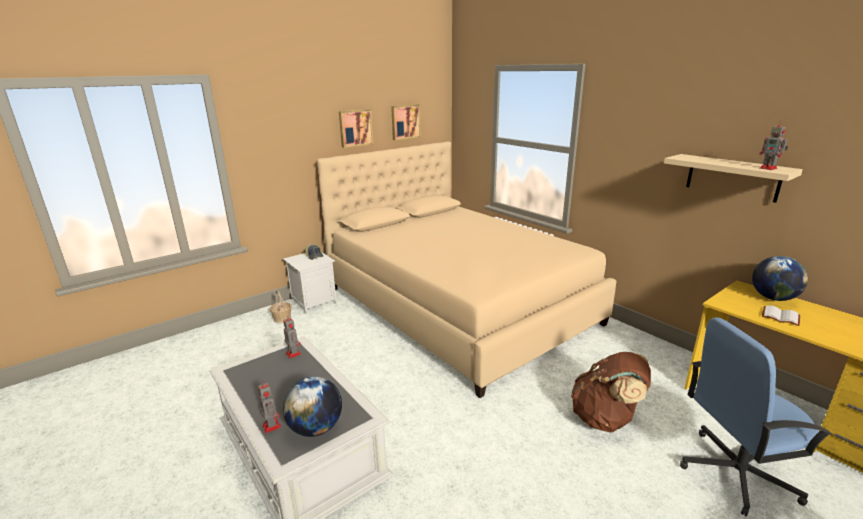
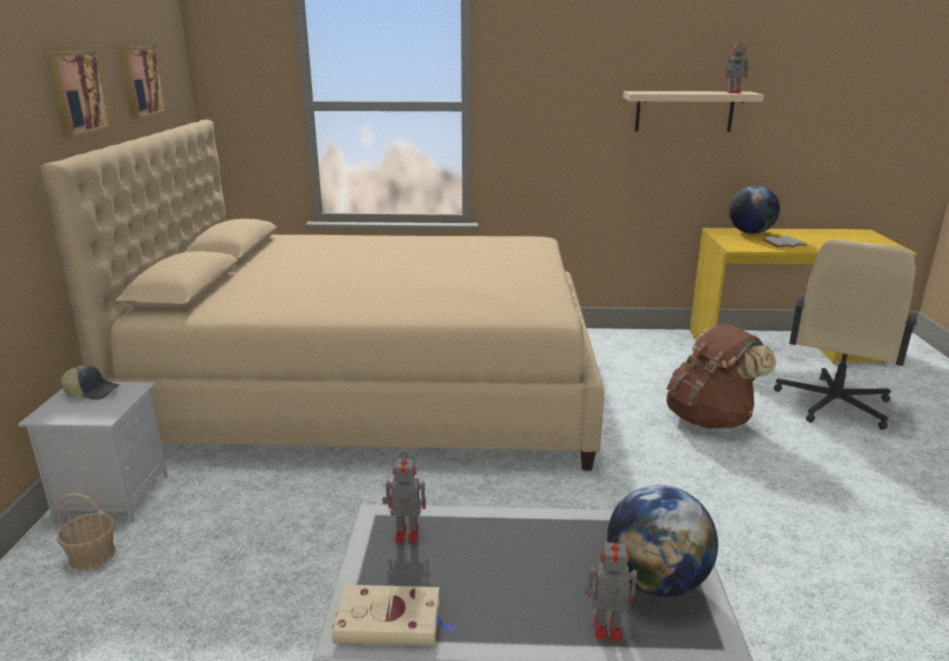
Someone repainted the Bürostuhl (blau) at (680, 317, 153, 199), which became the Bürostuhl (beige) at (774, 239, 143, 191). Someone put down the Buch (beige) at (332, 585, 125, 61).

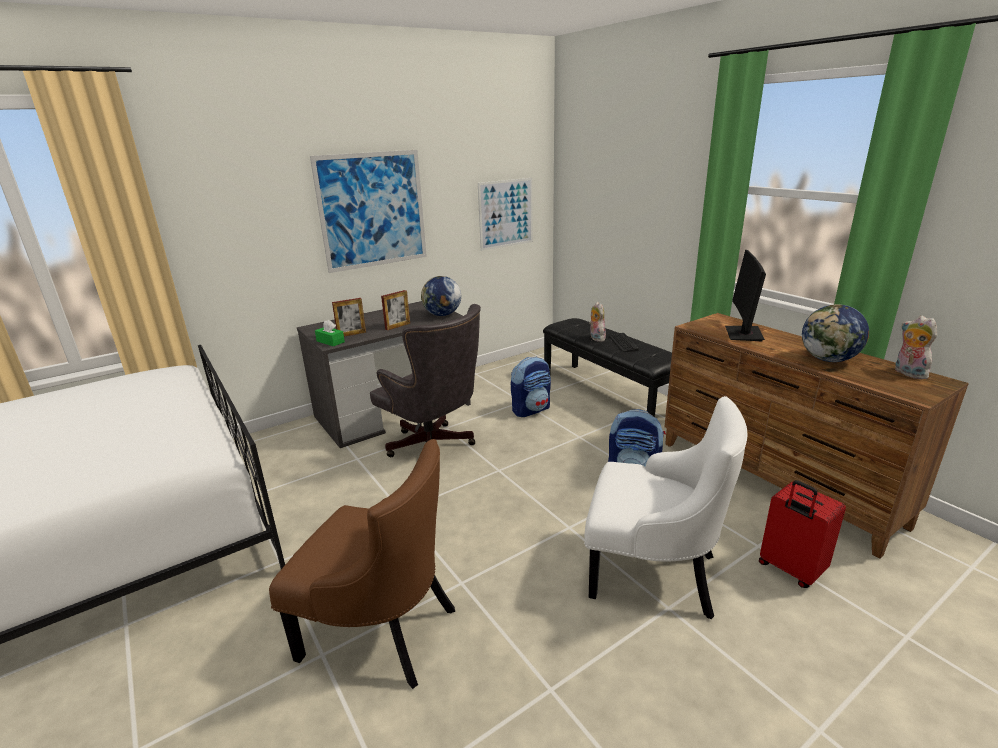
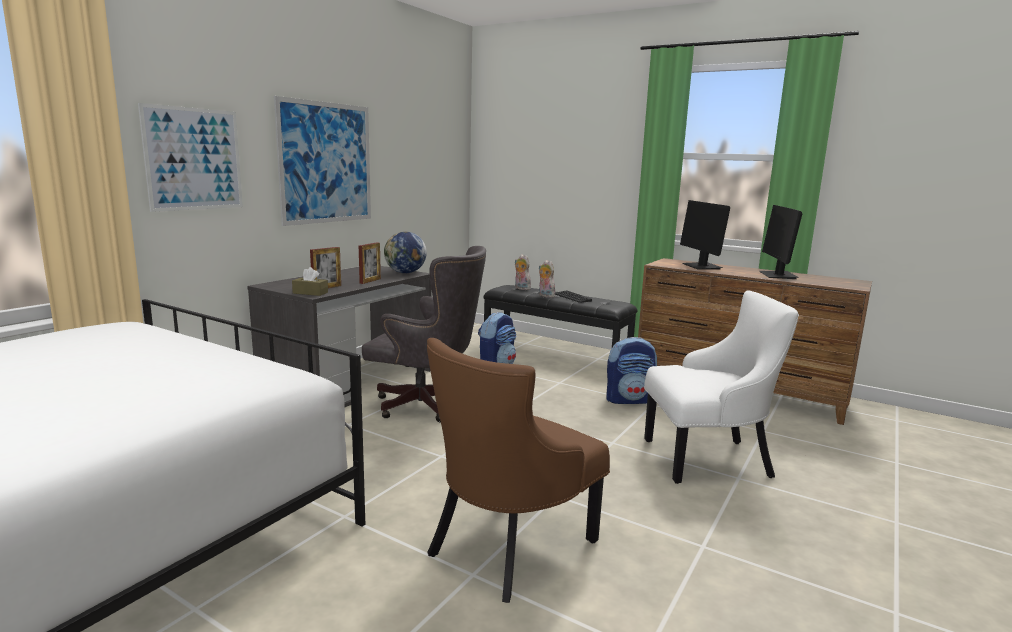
Someone carried the Bild from (478, 178, 55, 73) to (138, 103, 105, 109). Someone swapped the Globus at (802, 304, 67, 58) for the Monitor at (759, 205, 44, 74). Someone carried the Plüschtier from (895, 316, 42, 63) to (515, 254, 16, 36). Someone repainted the Taschentuchbox (grün) at (315, 320, 30, 26), which became the Taschentuchbox (braun) at (292, 267, 36, 29). Someone rotated the Stuhl (braun) at (269, 439, 186, 250) by 135 degrees clockwise. Someone took away the Koffer (rot) at (759, 480, 87, 108).

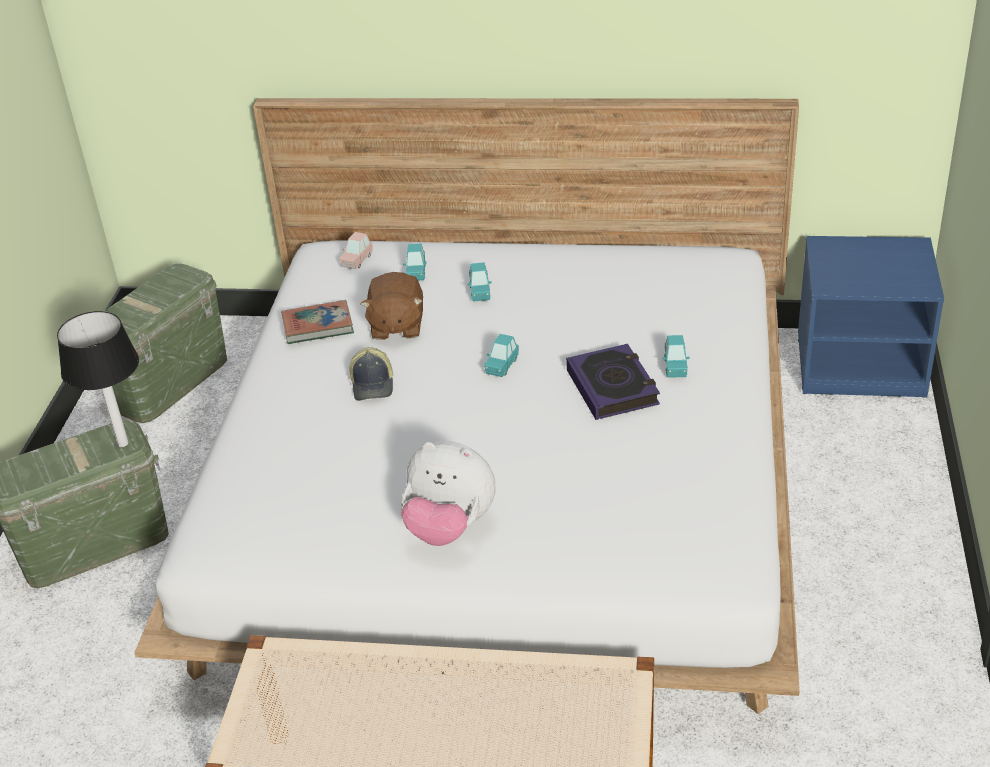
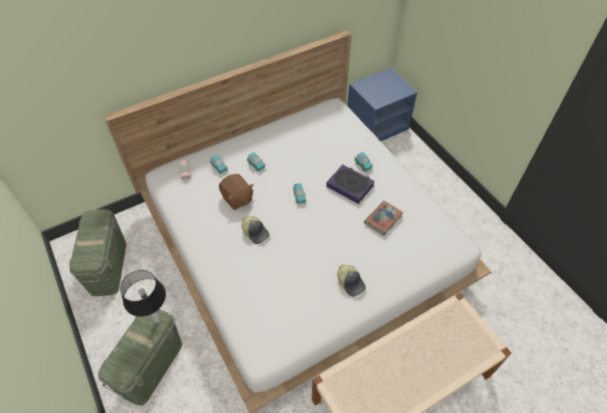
Someone carried the Buch from (281, 300, 73, 44) to (364, 201, 39, 35). Someone swapped the Plüschtier at (401, 441, 94, 105) for the Kappe at (337, 265, 29, 32).

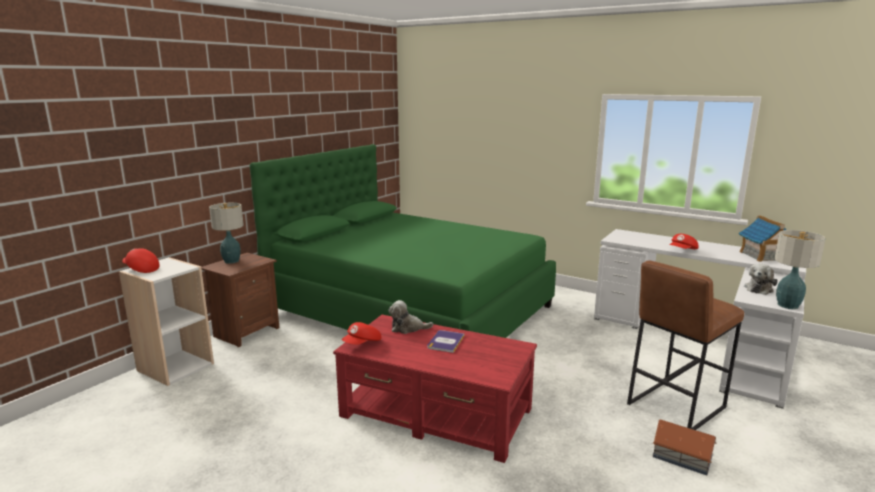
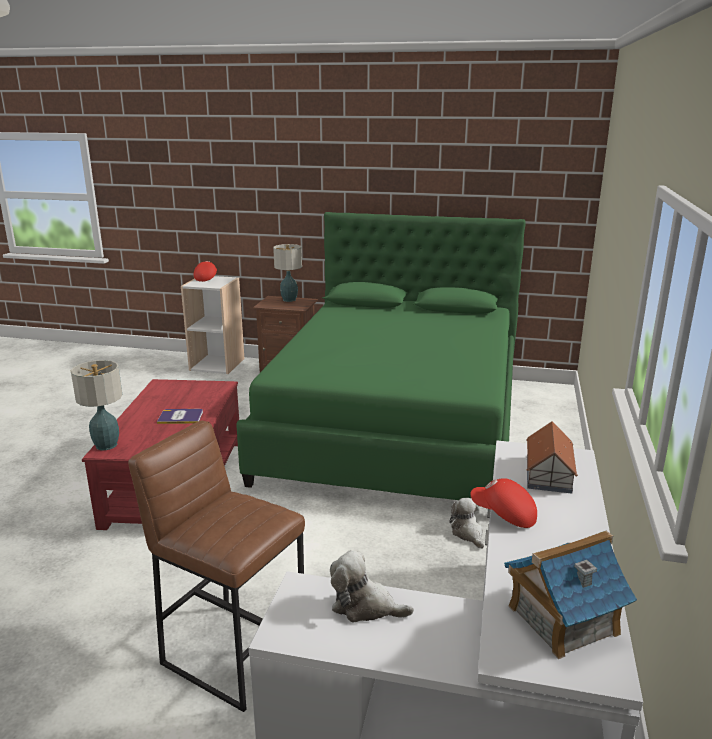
Someone carried the Tischlampe from (774, 230, 52, 79) to (71, 360, 51, 90). Someone carried the Plüschtier from (389, 300, 44, 34) to (449, 498, 35, 51). Someone took away the Kappe (rot) at (341, 322, 41, 23). Someone carried the Spielzeughaus from (653, 420, 63, 56) to (526, 421, 52, 73).

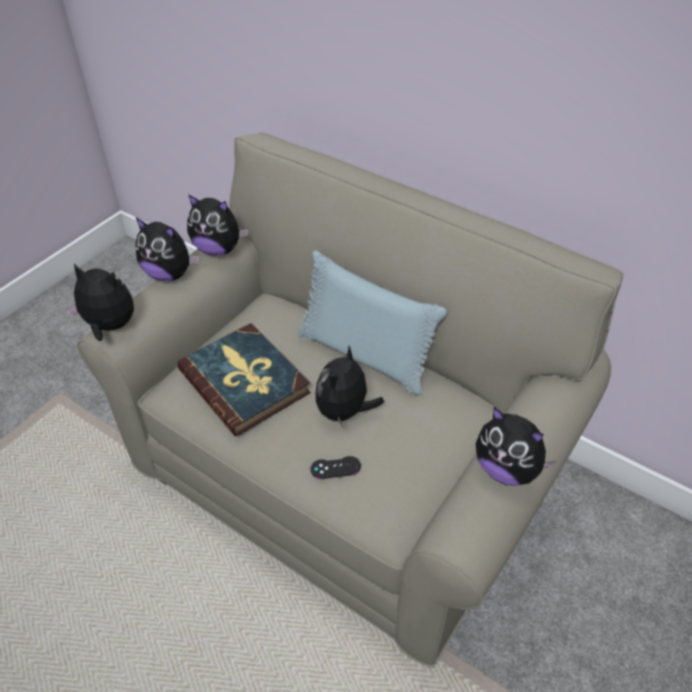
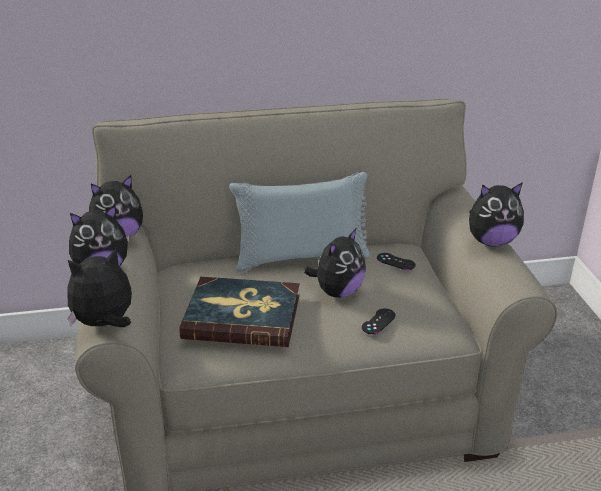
Someone rotated the Plüschtier at (315, 346, 69, 82) by 120 degrees counterclockwise. Someone put down the Gamepad (schwarz) at (377, 253, 39, 17).

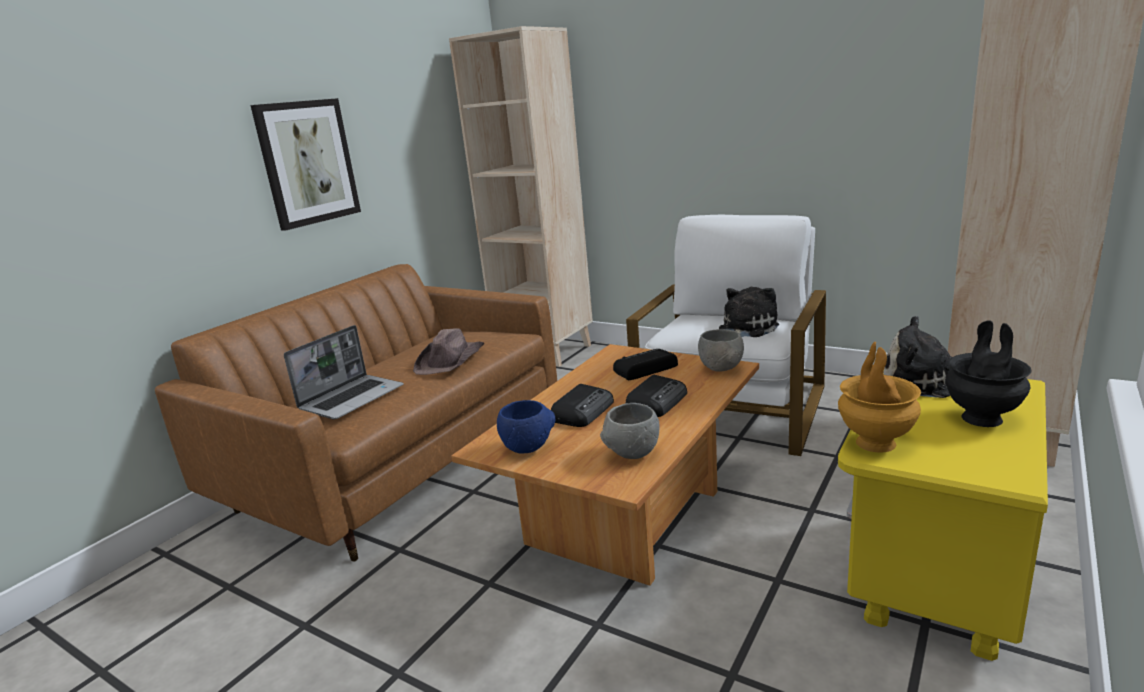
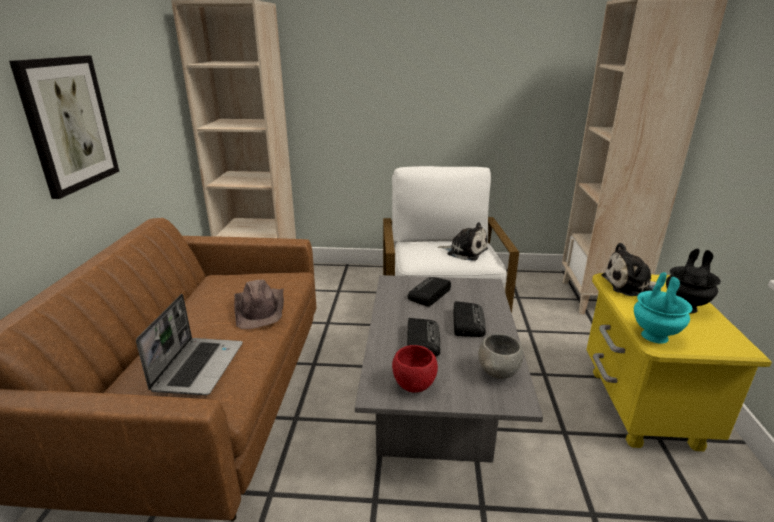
Someone rotated the Plüschtier at (719, 287, 60, 50) by 105 degrees clockwise. Someone took away the Schüssel (grau) at (698, 329, 46, 43). Someone repainted the Vase (braun) at (838, 342, 83, 110), which became the Vase (türkis) at (634, 272, 58, 72). Someone repainted the Couchtisch (braun) at (451, 344, 308, 242), which became the Couchtisch (grau) at (355, 275, 188, 188). Someone repainted the Schüssel (blau) at (497, 400, 59, 54), which became the Schüssel (rot) at (392, 345, 46, 48).

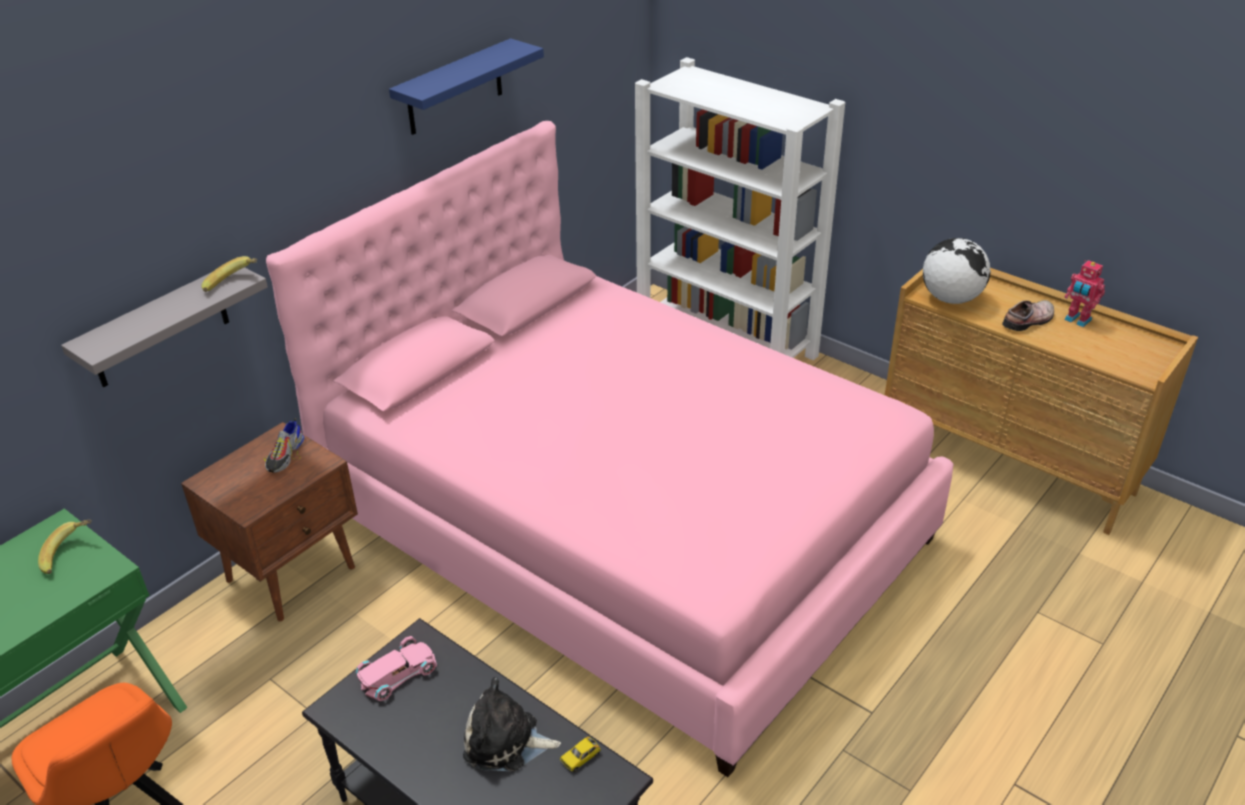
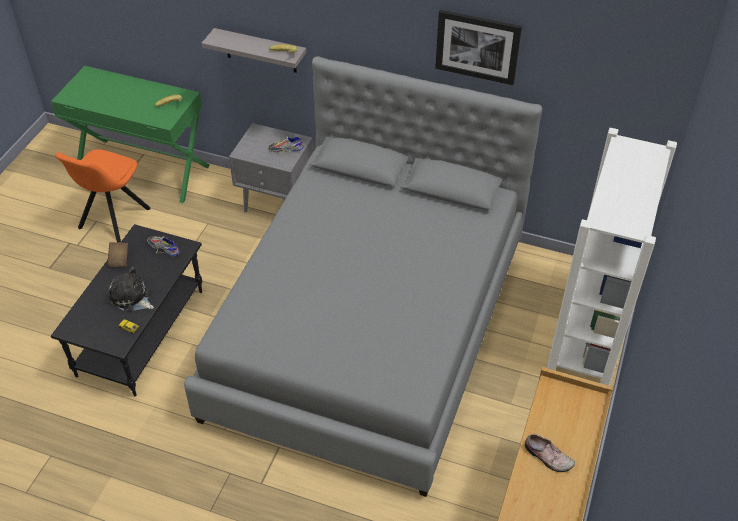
Someone swapped the Wandregal (blau) at (389, 38, 155, 97) for the Bild at (435, 10, 87, 75). Someone repainted the Bett (rosa) at (266, 121, 687, 656), which became the Bett (grau) at (184, 56, 358, 441). Someone took away the Globus at (923, 238, 68, 66). Someone took away the Spielzeugroboter at (1064, 260, 41, 67). Someone repainted the Nachttisch (braun) at (181, 422, 177, 199), which became the Nachttisch (grau) at (229, 123, 84, 90). Someone swapped the Spielzeugauto (rosa) at (356, 636, 81, 65) for the Schuh at (147, 236, 33, 20). Someone rotated the Plüschtier at (463, 677, 98, 94) by 45 degrees counterclockwise. Someone put down the Buch (braun) at (107, 242, 21, 25).

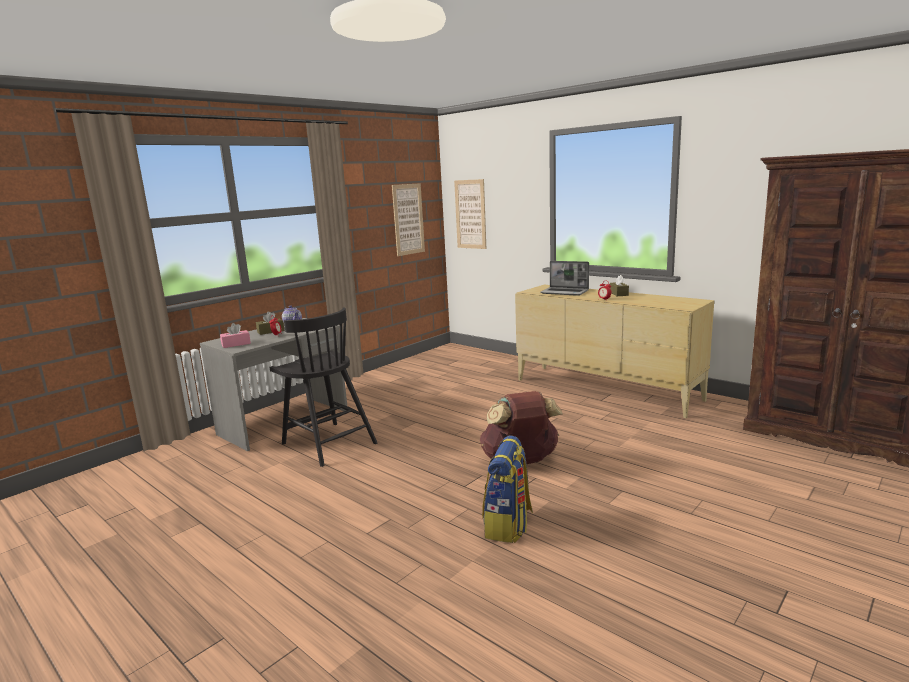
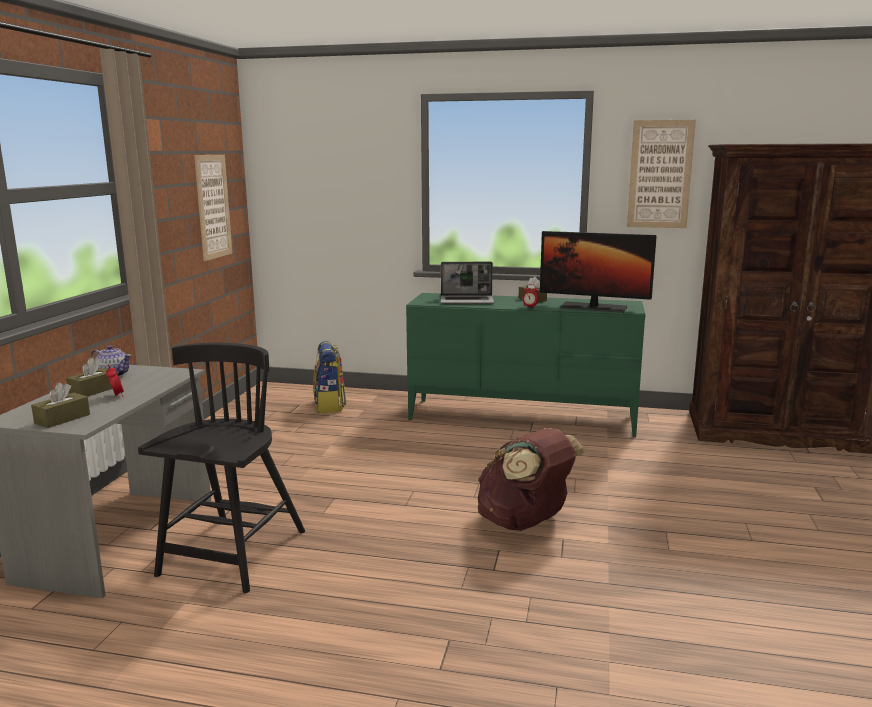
Someone carried the Bild from (454, 179, 32, 70) to (627, 120, 69, 108). Someone repainted the Kommode (beige) at (515, 285, 200, 133), which became the Kommode (grün) at (406, 293, 239, 144). Someone rotated the Stuhl (schwarz) at (270, 307, 107, 160) by 90 degrees counterclockwise. Someone repainted the Taschentuchbox (rosa) at (220, 323, 31, 25), which became the Taschentuchbox (braun) at (31, 382, 59, 46). Someone carried the Rucksack from (482, 436, 51, 107) to (313, 341, 33, 73). Someone put down the Monitor at (540, 231, 117, 82).

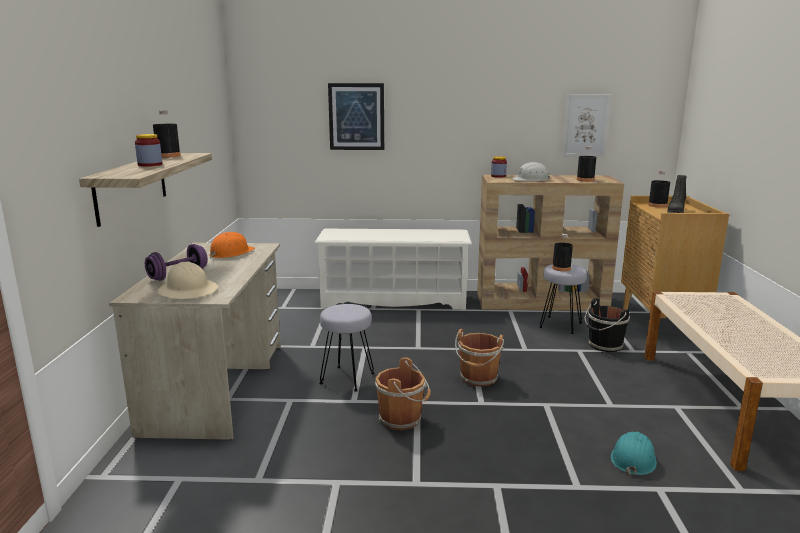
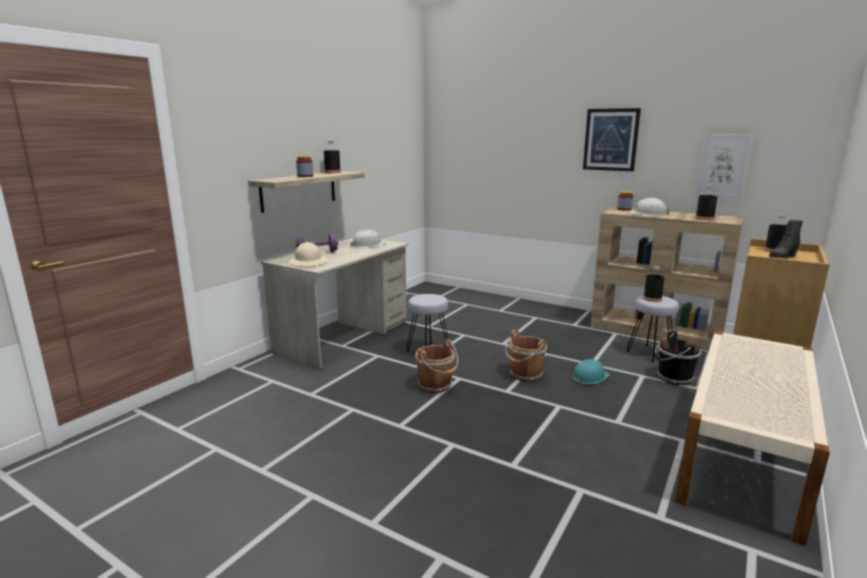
Someone carried the Bild from (328, 83, 56, 67) to (583, 108, 58, 63). Someone took away the Schuhregal (weiß) at (315, 229, 157, 81). Someone repainted the Schutzhelm (orange) at (209, 232, 46, 26), which became the Schutzhelm (weiß) at (351, 230, 35, 17). Someone carried the Schutzhelm (türkis) from (611, 432, 46, 44) to (572, 359, 38, 25).

